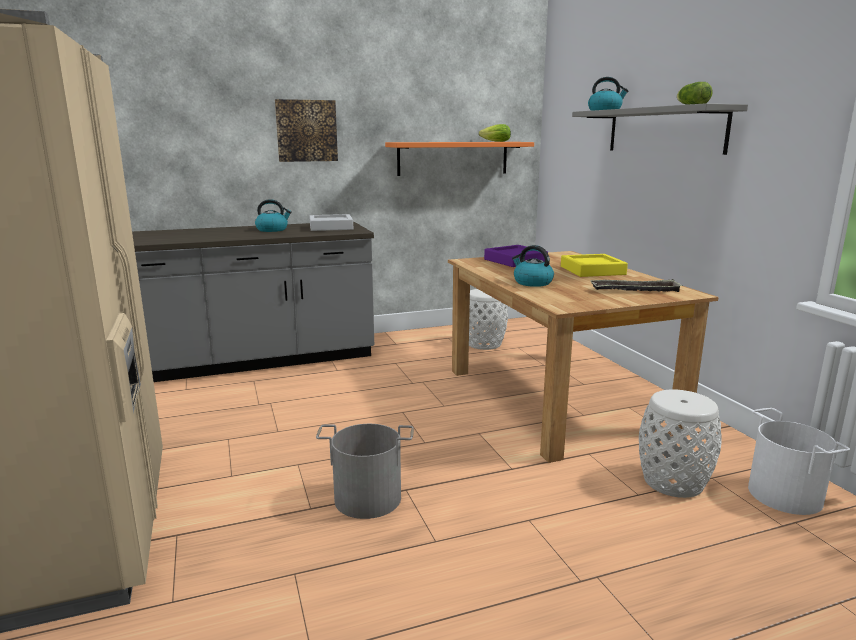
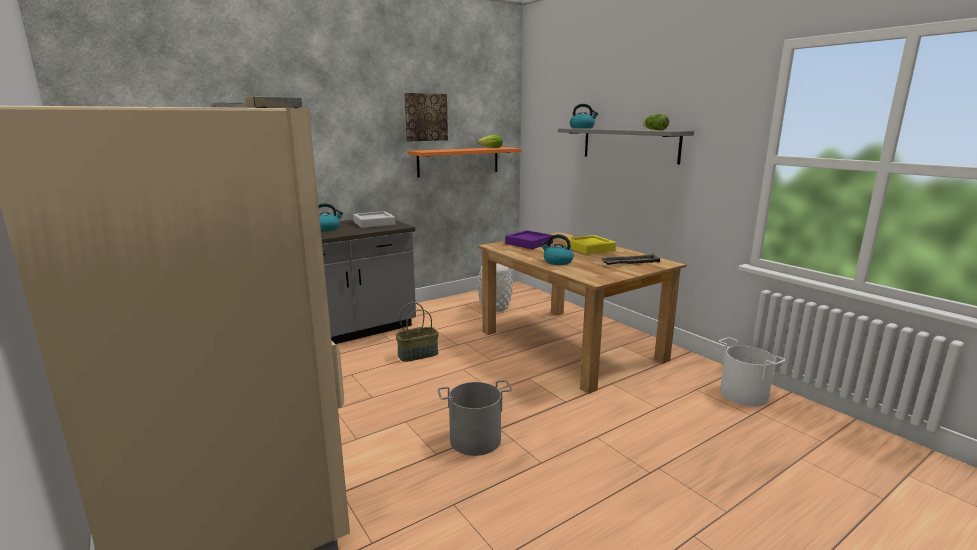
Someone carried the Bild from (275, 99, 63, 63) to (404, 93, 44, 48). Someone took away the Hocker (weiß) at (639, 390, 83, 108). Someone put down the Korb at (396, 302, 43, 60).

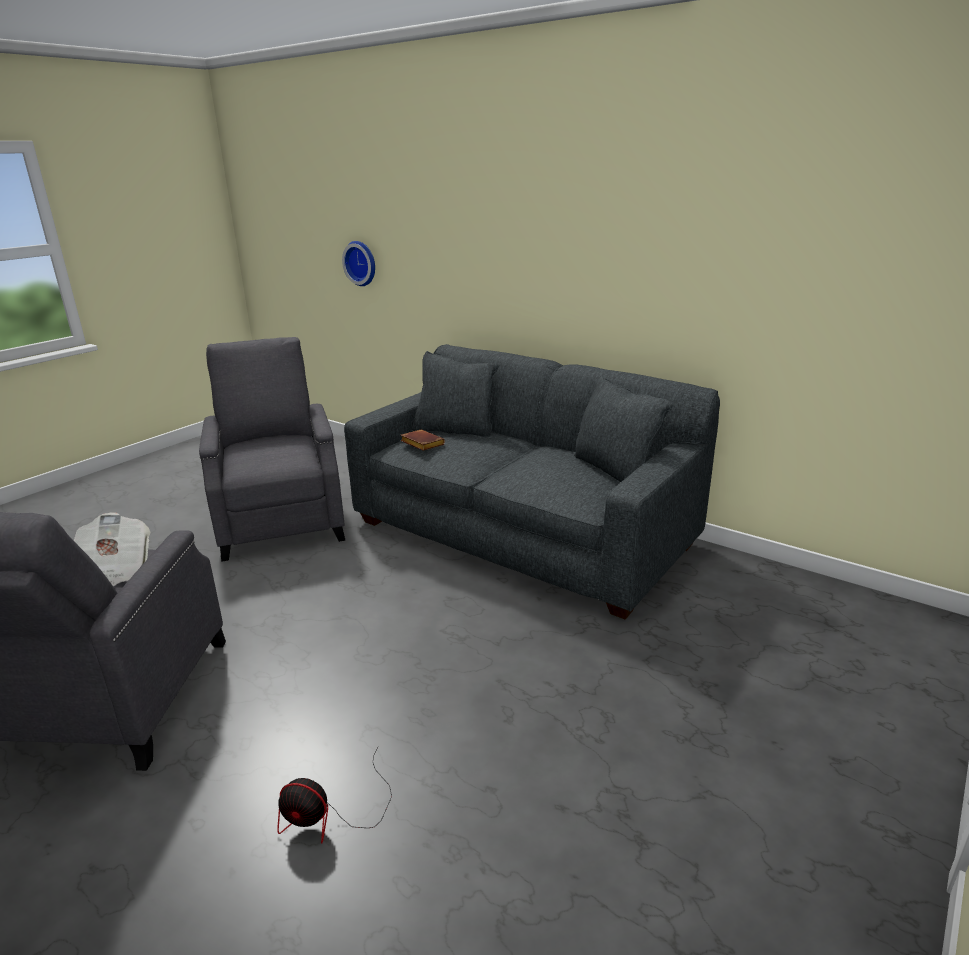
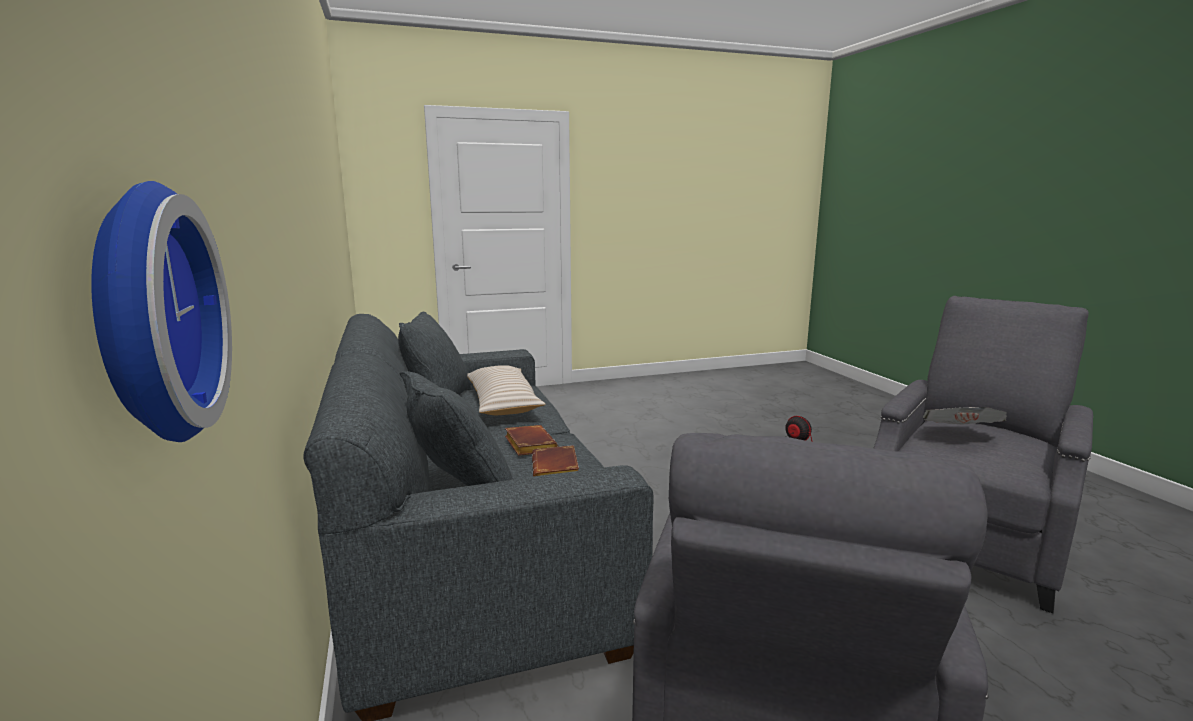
Someone put down the Kissen (beige) at (467, 365, 78, 50). Someone put down the Buch (braun) at (505, 425, 53, 31).

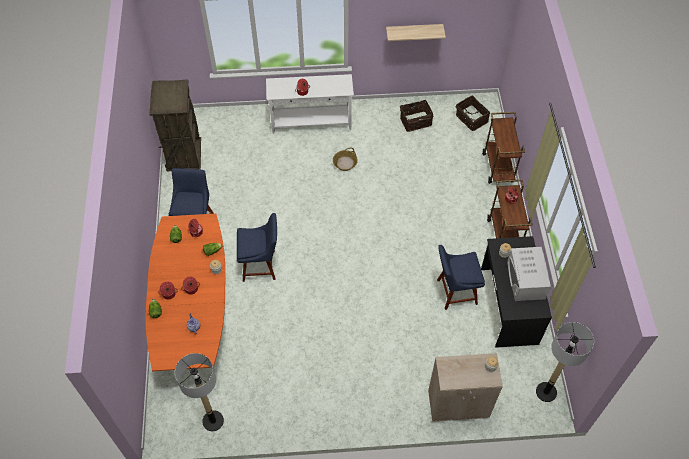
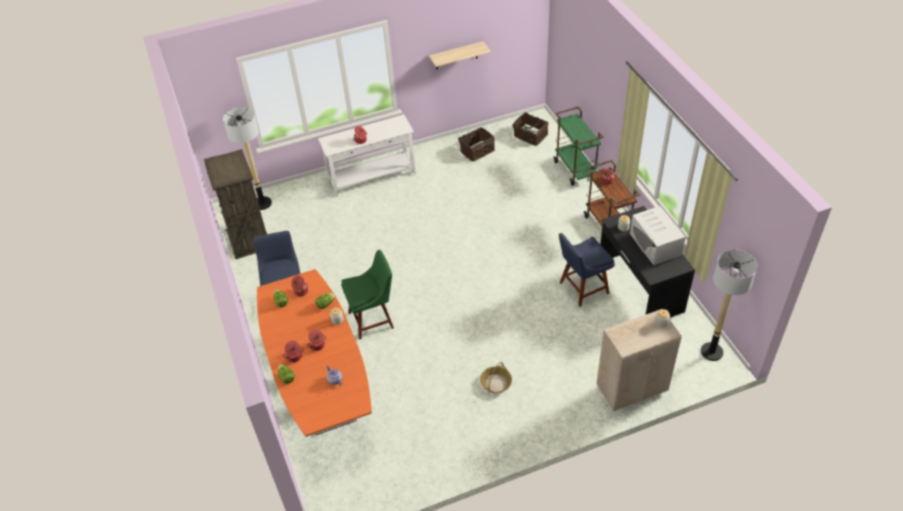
Someone repainted the Rollwagen (braun) at (482, 112, 43, 72), which became the Rollwagen (grün) at (554, 106, 49, 80). Someone carried the Korb from (333, 147, 25, 24) to (480, 362, 32, 31). Someone repainted the Stuhl (blau) at (237, 213, 40, 69), which became the Stuhl (grün) at (341, 250, 53, 90). Someone carried the Stehlampe from (175, 353, 49, 78) to (223, 107, 49, 103).

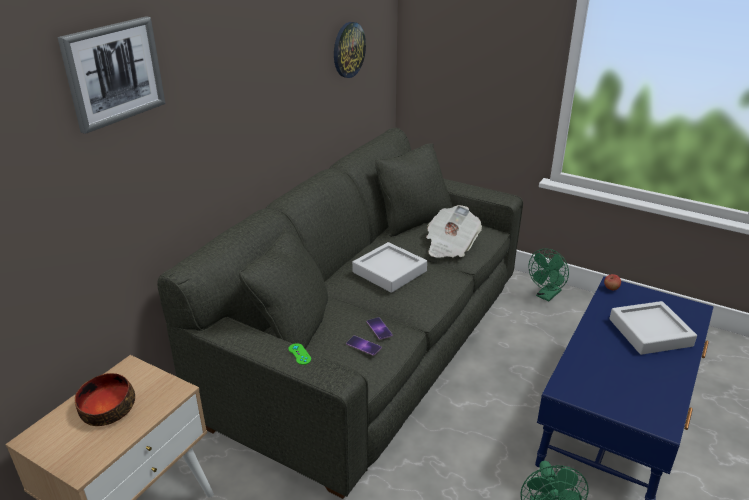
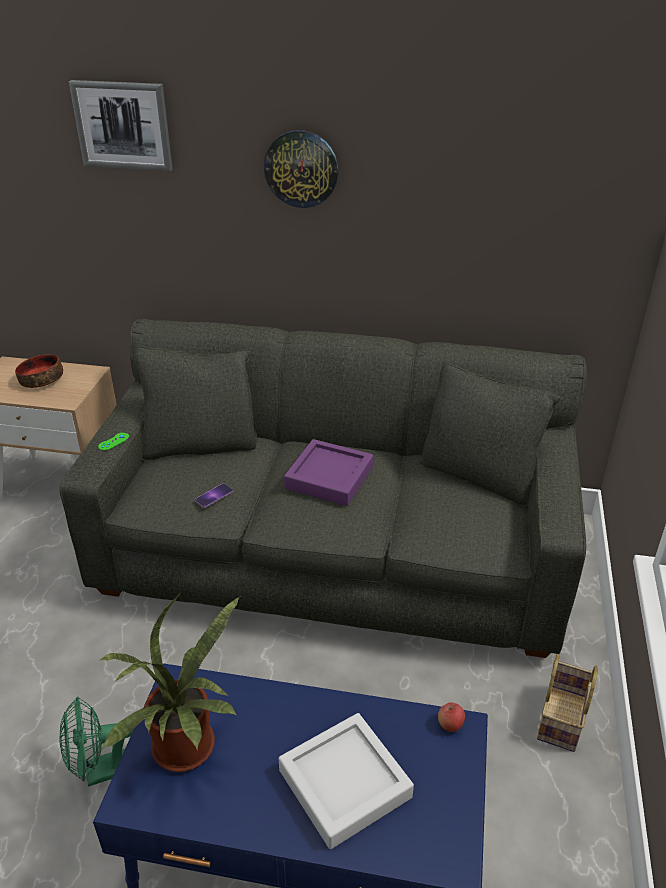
Someone carried the Wanduhr from (334, 22, 32, 56) to (264, 130, 75, 78). Someone took away the Zeitung at (426, 205, 56, 53). Someone repainted the Tablett (grau) at (352, 242, 75, 51), which became the Tablett (lila) at (284, 439, 89, 67). Someone swapped the Ventilator (grün) at (528, 248, 41, 53) for the Korb at (537, 654, 61, 98). Someone took away the Handy at (346, 336, 36, 20). Someone put down the Topfpflanze at (100, 594, 141, 178).

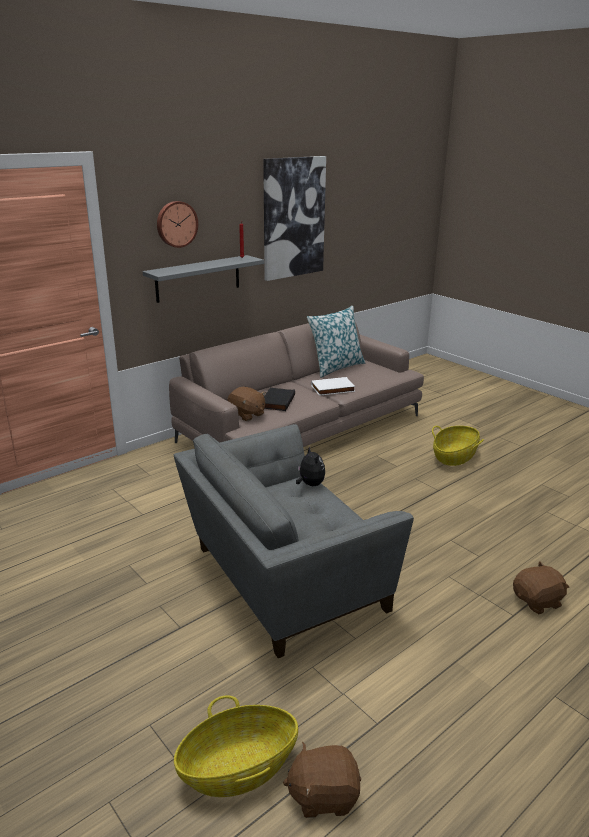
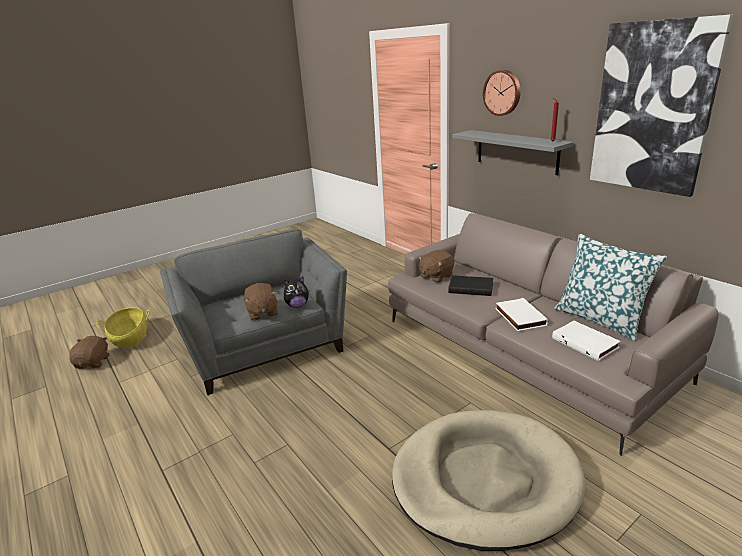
Someone swapped the Korb at (432, 426, 52, 40) for the Hundebett (beige) at (392, 410, 193, 141). Someone carried the Plüschtier (braun) from (513, 561, 57, 53) to (243, 283, 35, 38). Someone put down the Buch (weiß) at (552, 321, 69, 40).

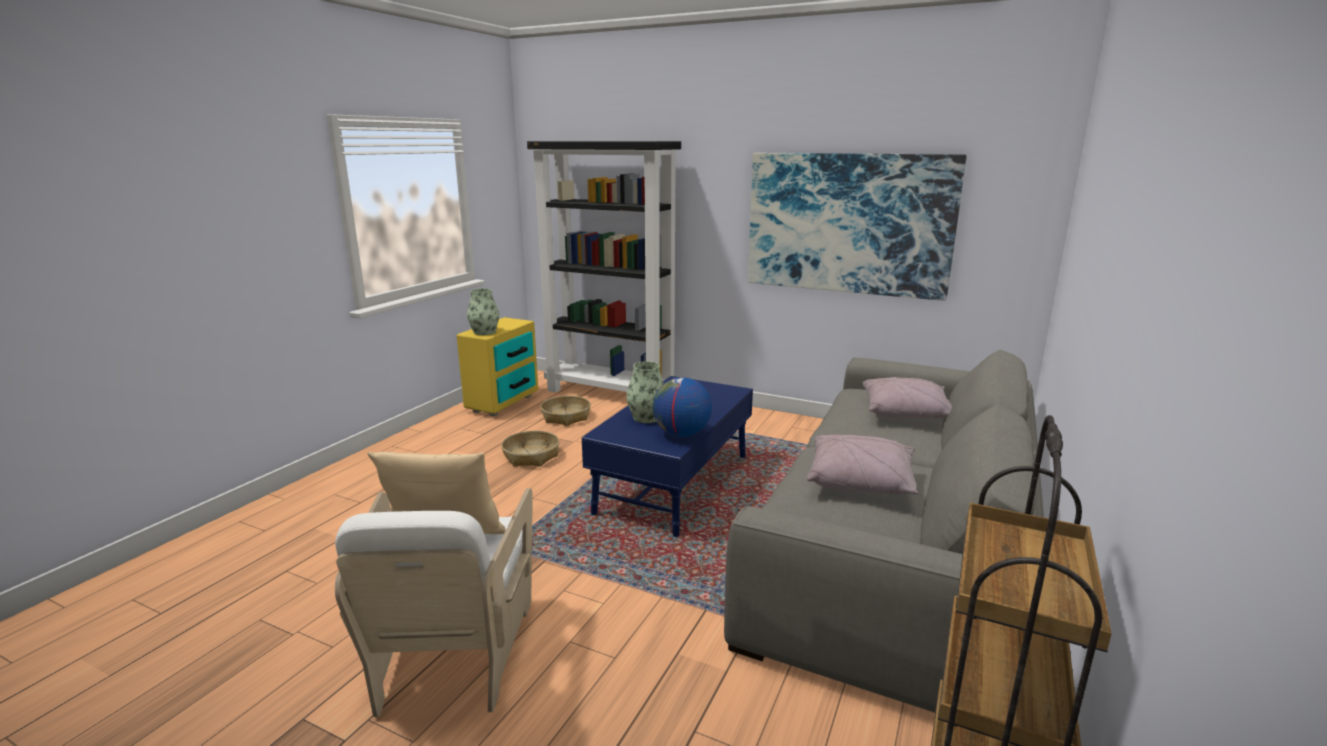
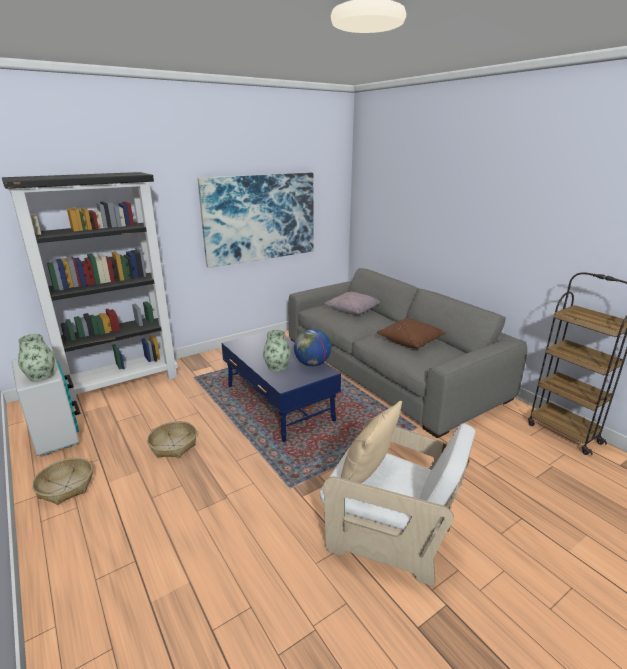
Someone repainted the Nachttisch (gelb) at (457, 317, 81, 99), which became the Nachttisch (weiß) at (12, 352, 69, 104). Someone carried the Korb from (540, 396, 51, 30) to (32, 458, 61, 47). Someone repainted the Kissen (lila) at (807, 435, 111, 59), which became the Kissen (braun) at (377, 318, 69, 31).

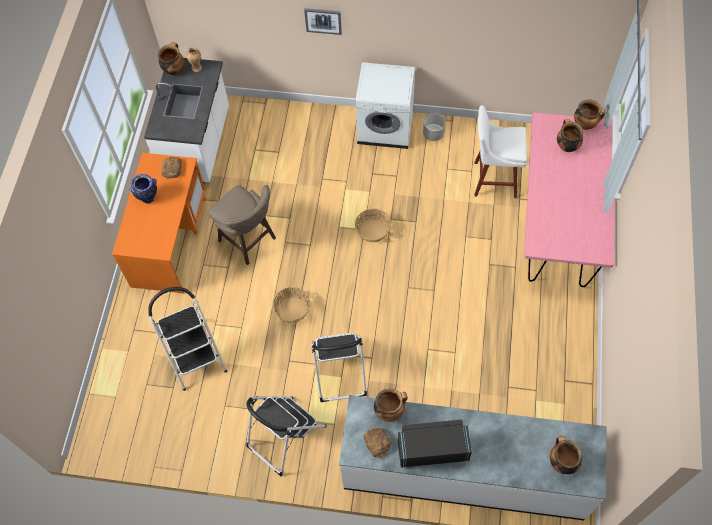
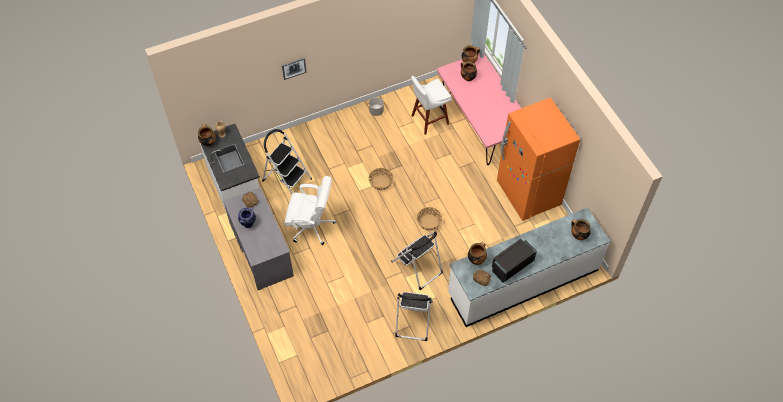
Someone took away the Waschmaschine (weiß) at (355, 62, 60, 87). Someone repainted the Schreibtisch (orange) at (112, 153, 94, 140), which became the Schreibtisch (grau) at (223, 187, 71, 103). Someone swapped the Hocker (beige) at (208, 185, 68, 80) for the Bürostuhl (weiß) at (284, 176, 52, 69). Someone carried the Trittleiter from (148, 287, 79, 104) to (262, 129, 50, 65). Someone carried the Korb from (272, 287, 38, 36) to (417, 207, 25, 24). Someone put down the Kühlschrank (orange) at (497, 98, 83, 123).

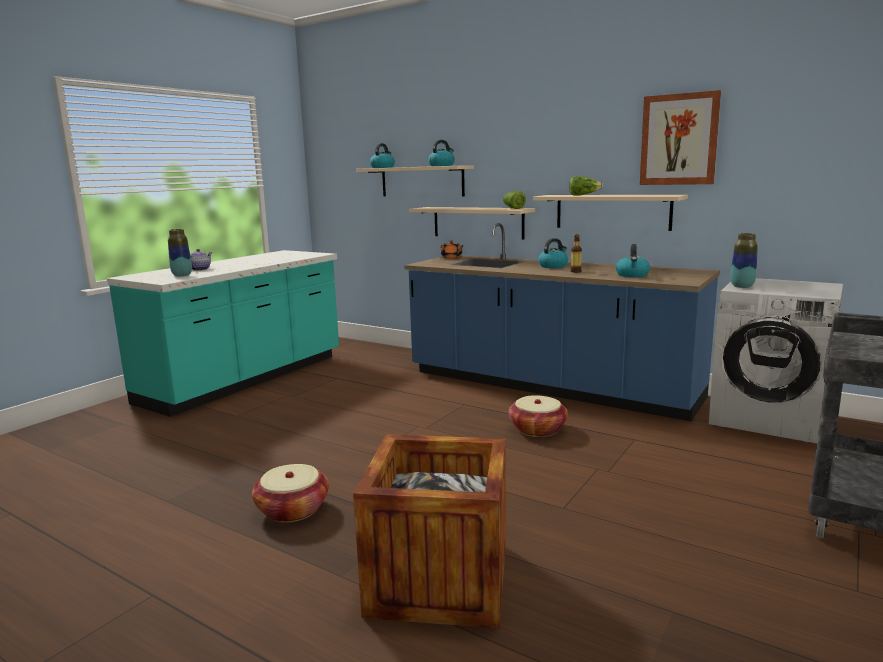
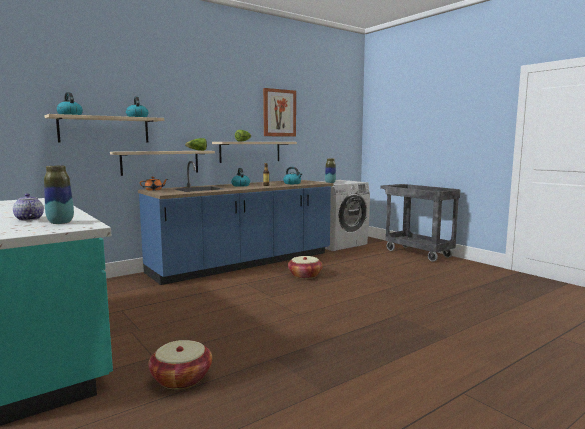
Someone took away the Kiste at (353, 434, 153, 195). Someone carried the Korb from (252, 464, 77, 58) to (148, 340, 64, 49).

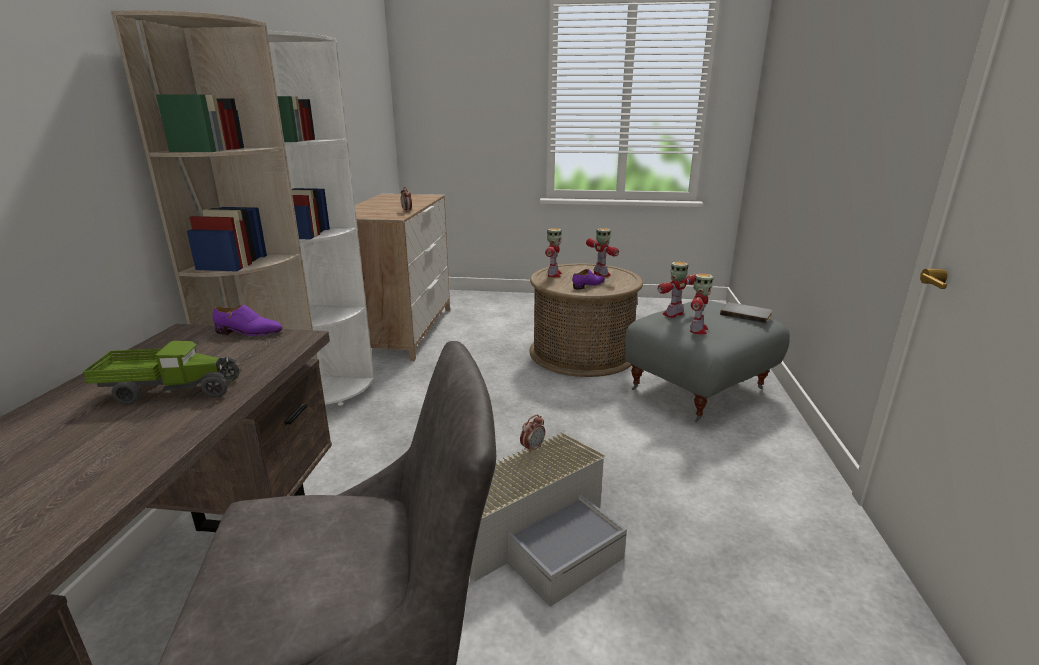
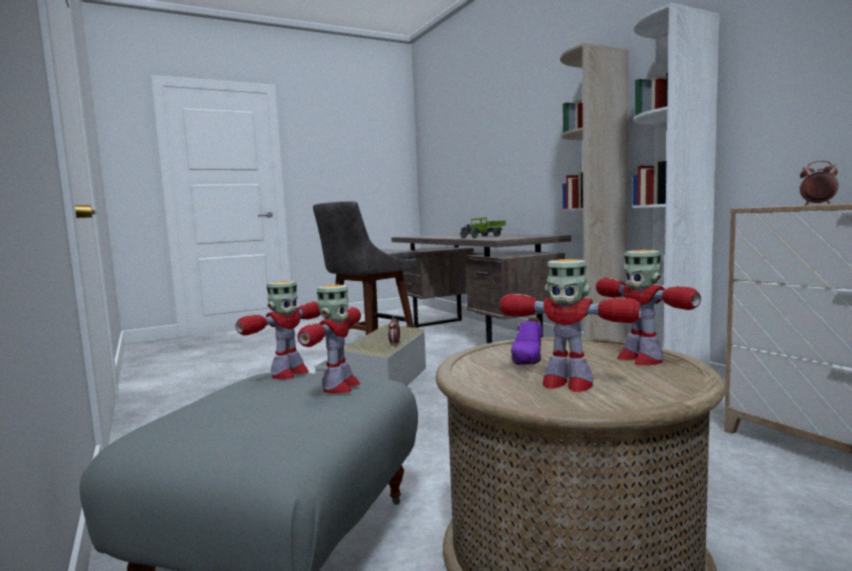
Someone rotated the Spielzeugroboter at (690, 273, 24, 61) by 135 degrees counterclockwise. Someone took away the Buch (grau) at (720, 302, 53, 21). Someone took away the Schuh (lila) at (212, 304, 71, 32).

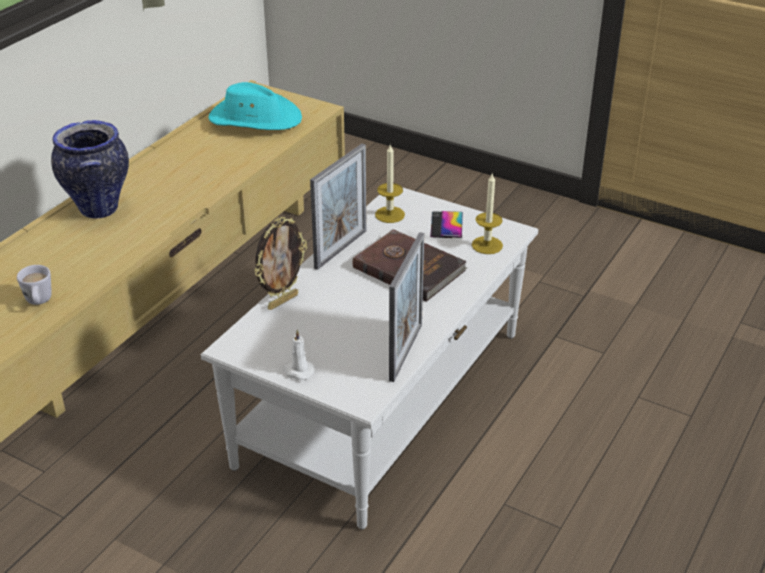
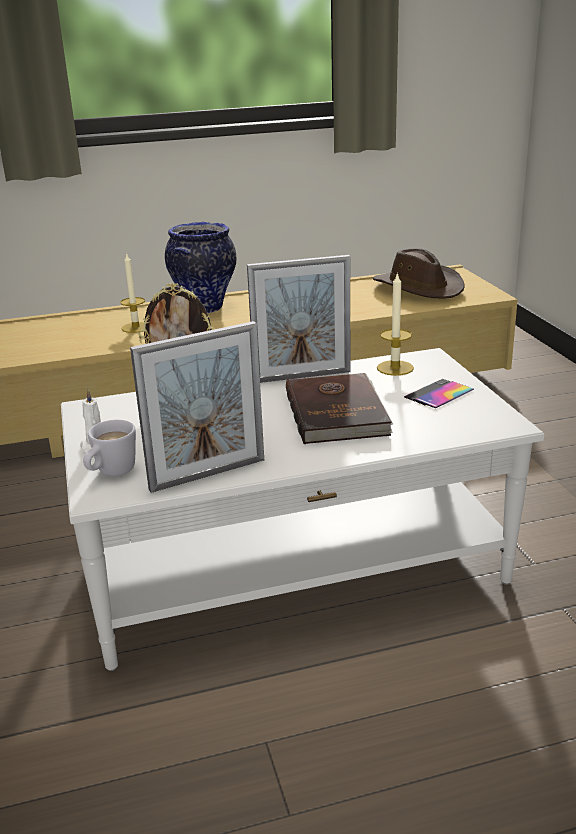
Someone repainted the Hut (türkis) at (208, 82, 94, 48), which became the Hut (braun) at (373, 248, 92, 51). Someone carried the Kerze from (472, 174, 31, 80) to (120, 252, 25, 81). Someone carried the Henkelbecher (weiß) from (17, 265, 35, 40) to (83, 420, 53, 56).

